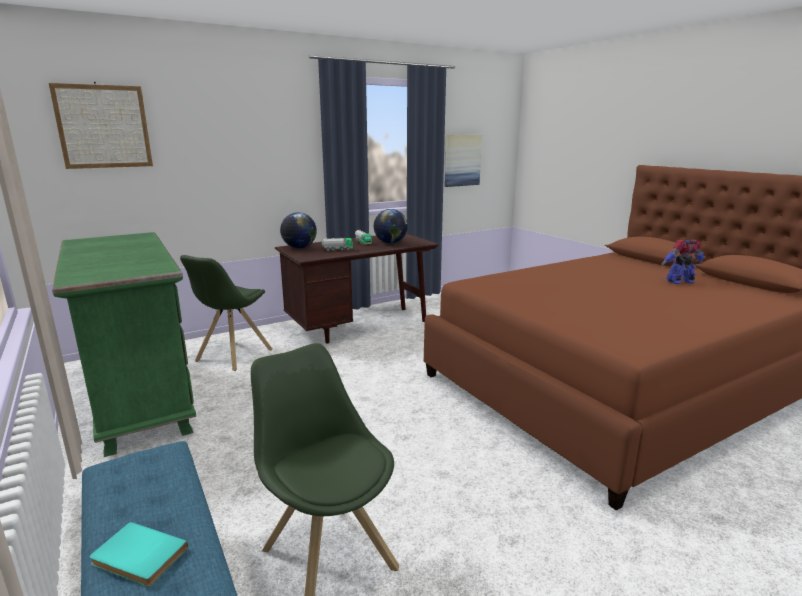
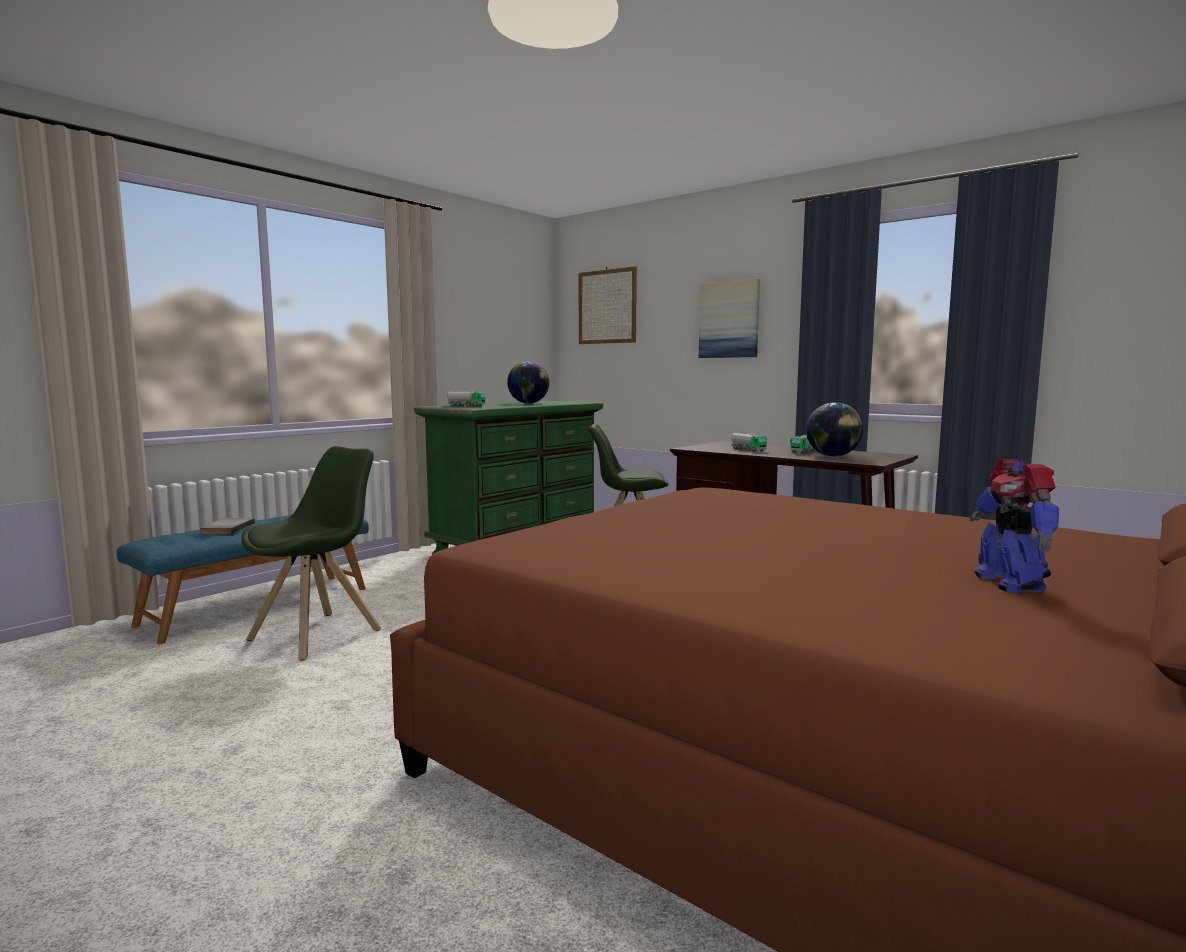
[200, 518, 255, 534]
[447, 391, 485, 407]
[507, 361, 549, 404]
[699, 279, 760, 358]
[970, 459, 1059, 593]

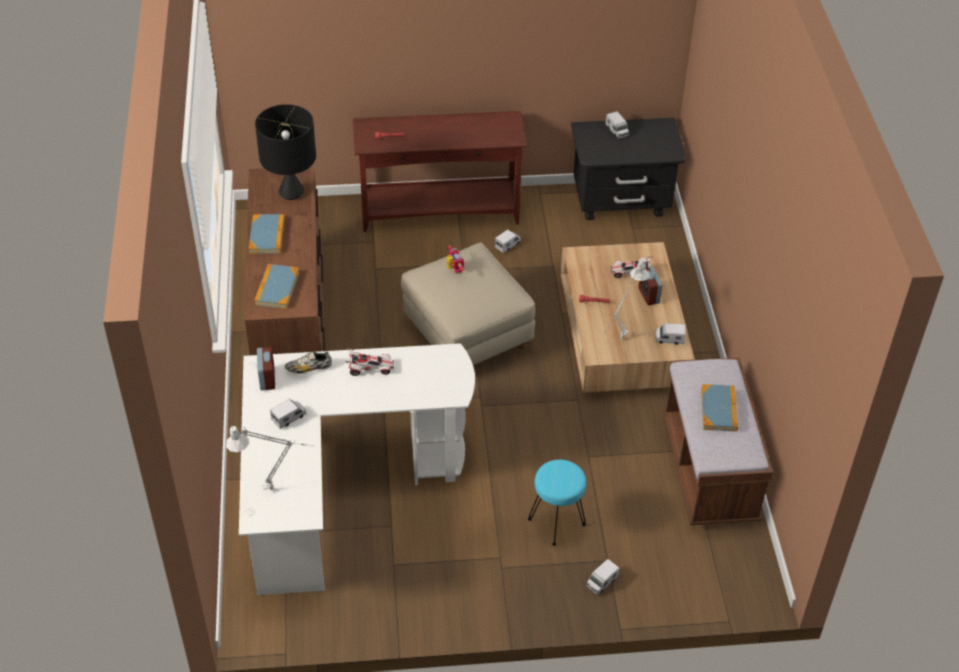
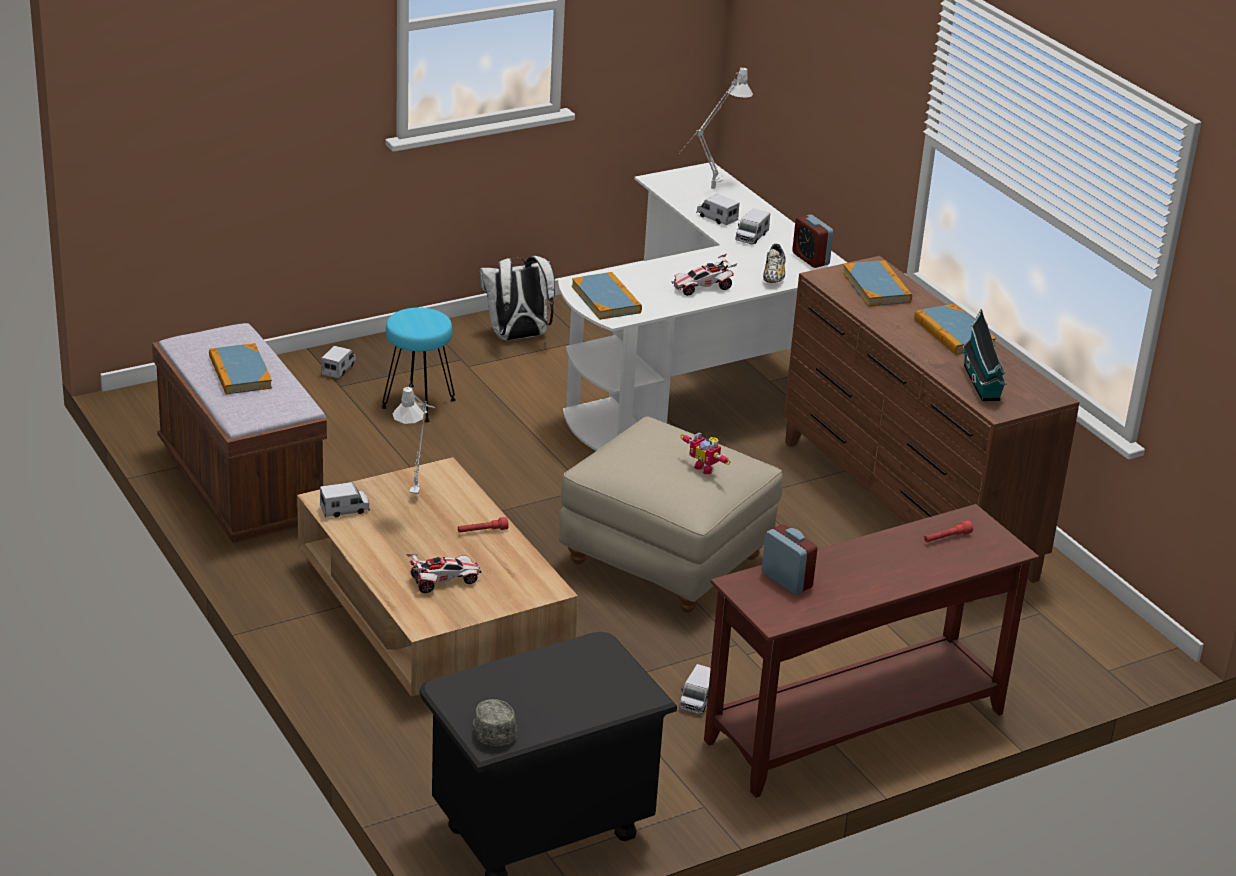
[473, 699, 517, 746]
[480, 256, 555, 341]
[571, 272, 642, 320]
[696, 194, 739, 226]
[762, 525, 817, 595]
[763, 244, 786, 283]
[963, 309, 1007, 401]

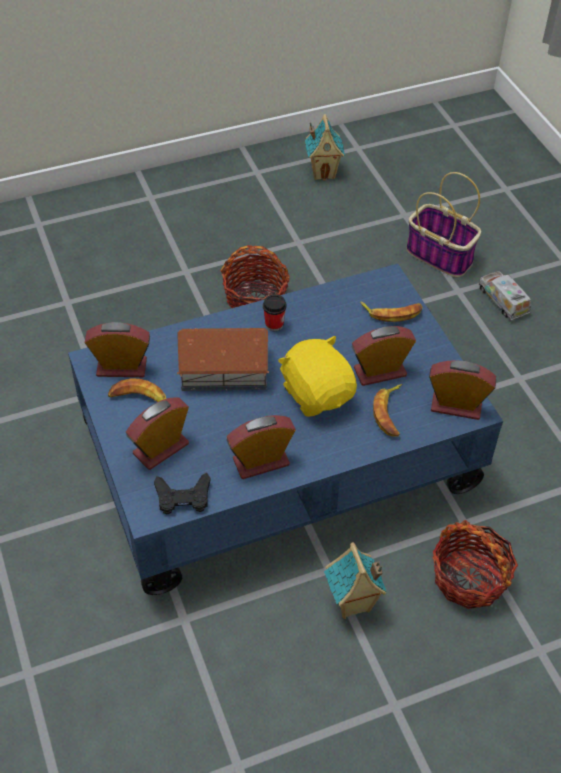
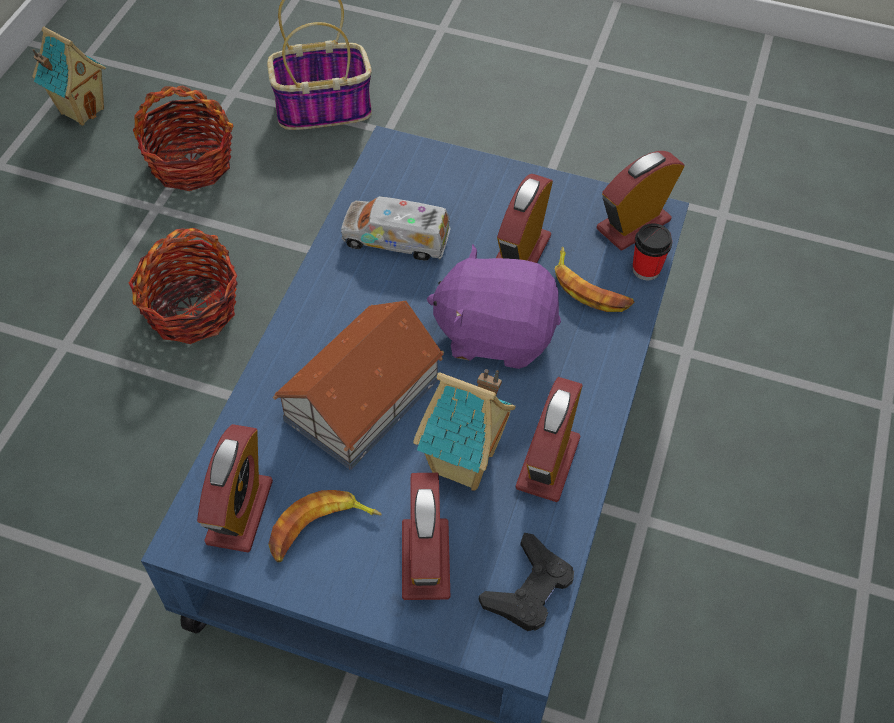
[133, 85, 234, 191]
[197, 424, 273, 552]
[341, 196, 450, 261]
[413, 369, 516, 491]
[427, 244, 561, 369]
[632, 223, 672, 280]
[360, 301, 422, 322] (first image)

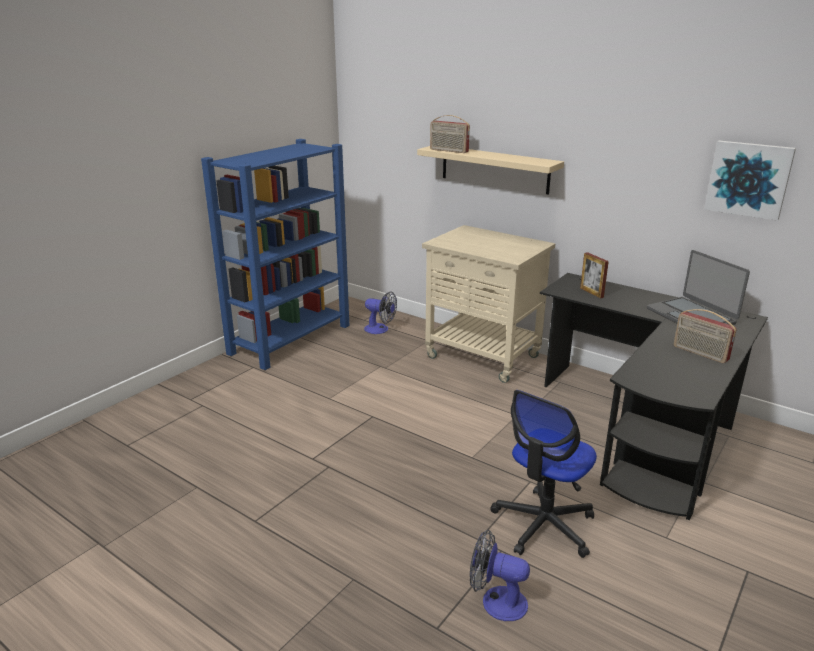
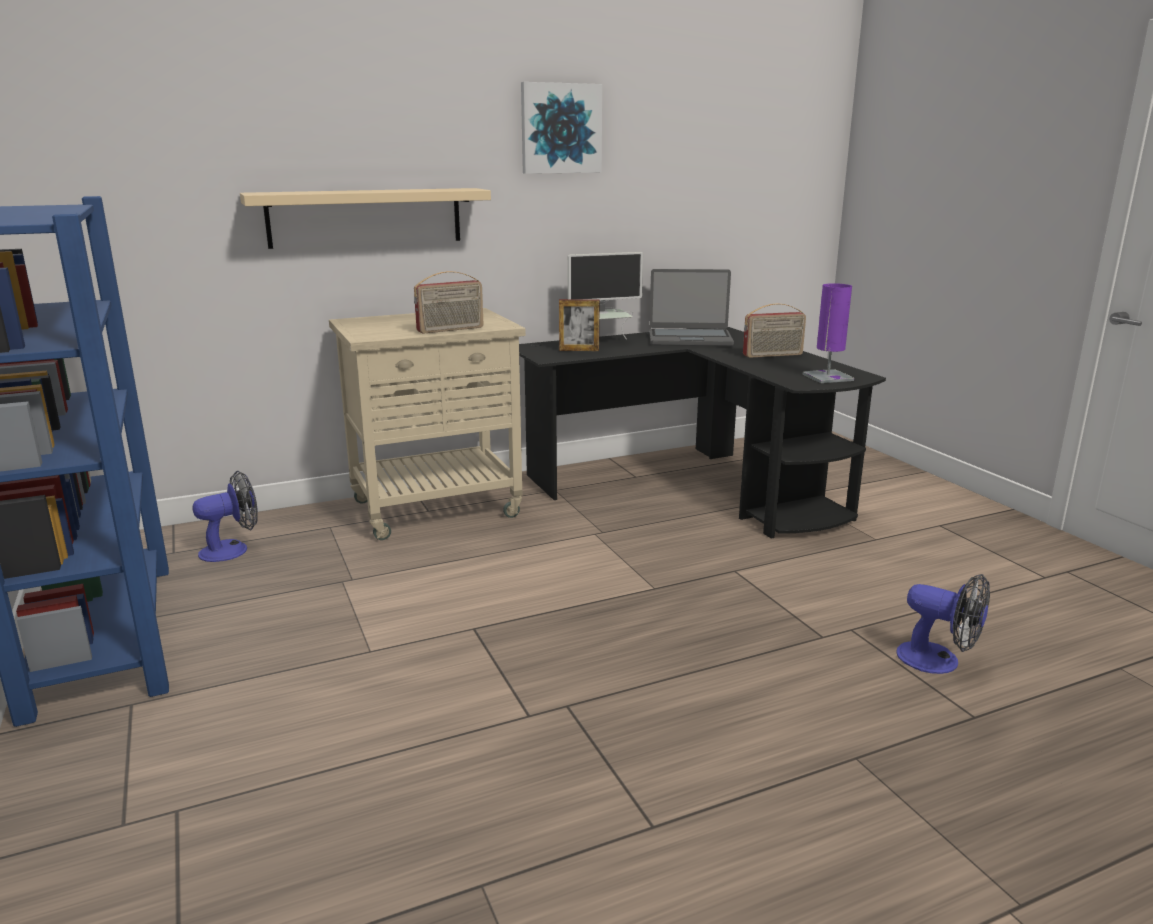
[414, 271, 483, 334]
[521, 82, 602, 174]
[568, 252, 643, 339]
[803, 283, 854, 383]
[896, 574, 990, 674]
[490, 390, 597, 558] (first image)

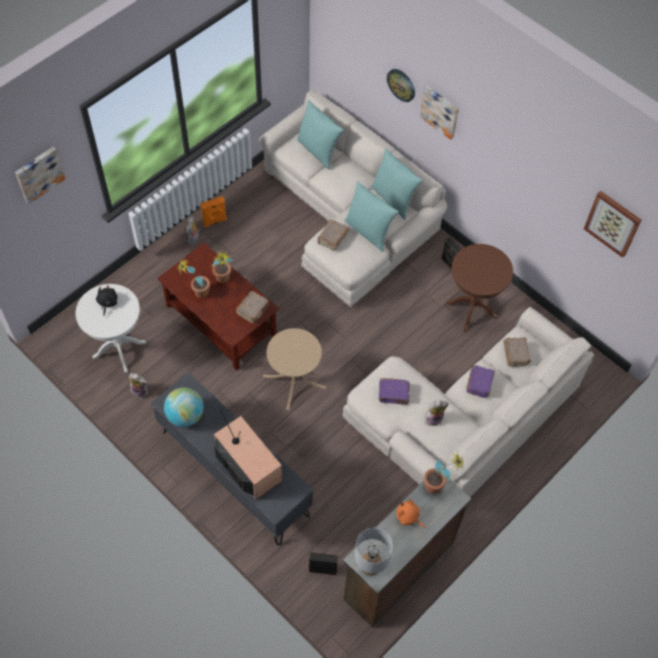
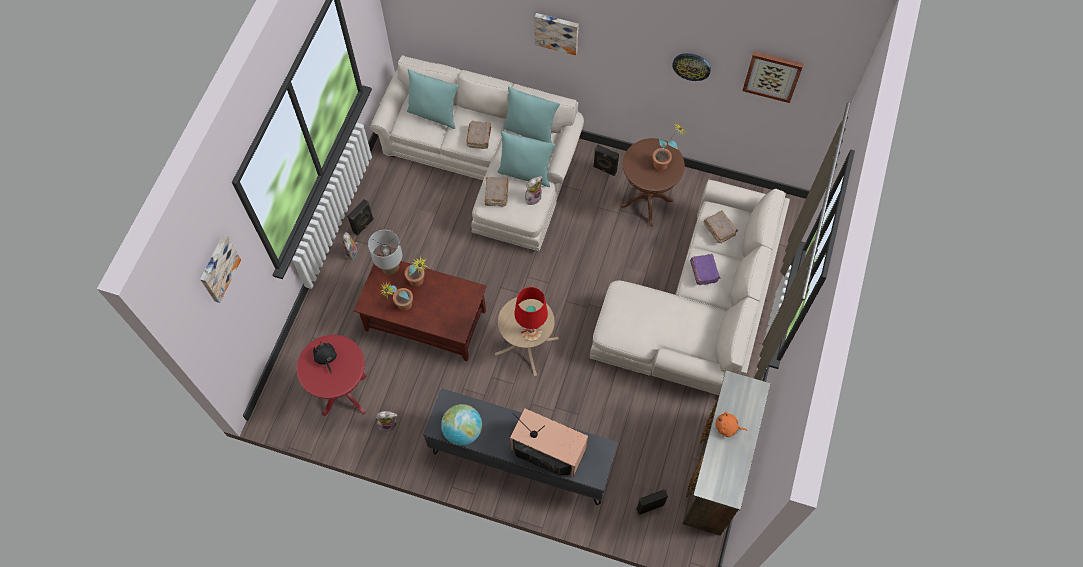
[297, 335, 367, 416]
[347, 199, 374, 236]
[368, 230, 402, 275]
[466, 121, 491, 149]
[514, 287, 548, 341]
[525, 176, 542, 205]
[652, 123, 685, 171]
[672, 53, 711, 81]
[379, 378, 409, 405] (first image)

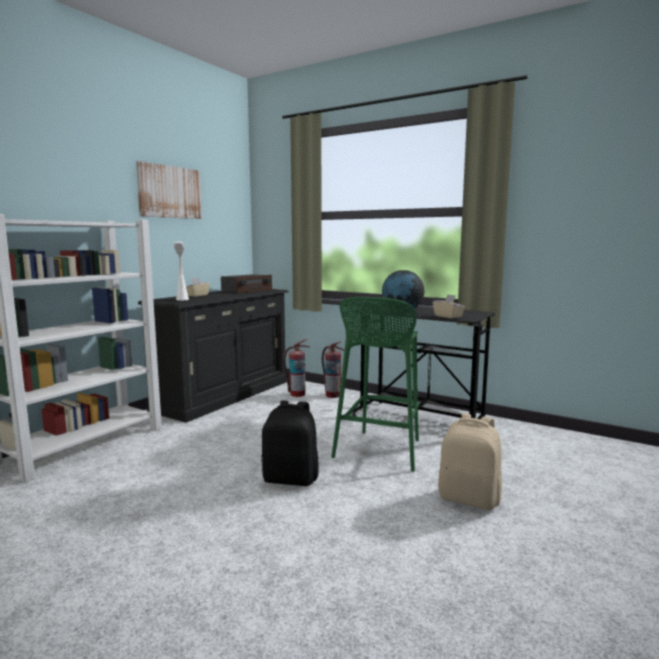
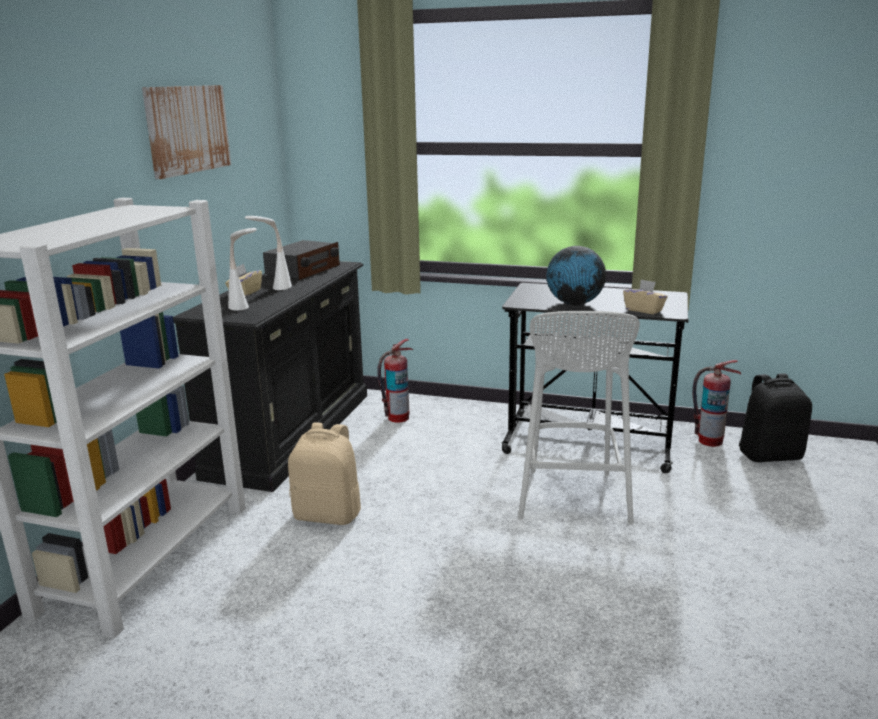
[245, 216, 292, 290]
[288, 422, 361, 525]
[518, 311, 640, 524]
[692, 360, 741, 447]
[739, 373, 812, 462]

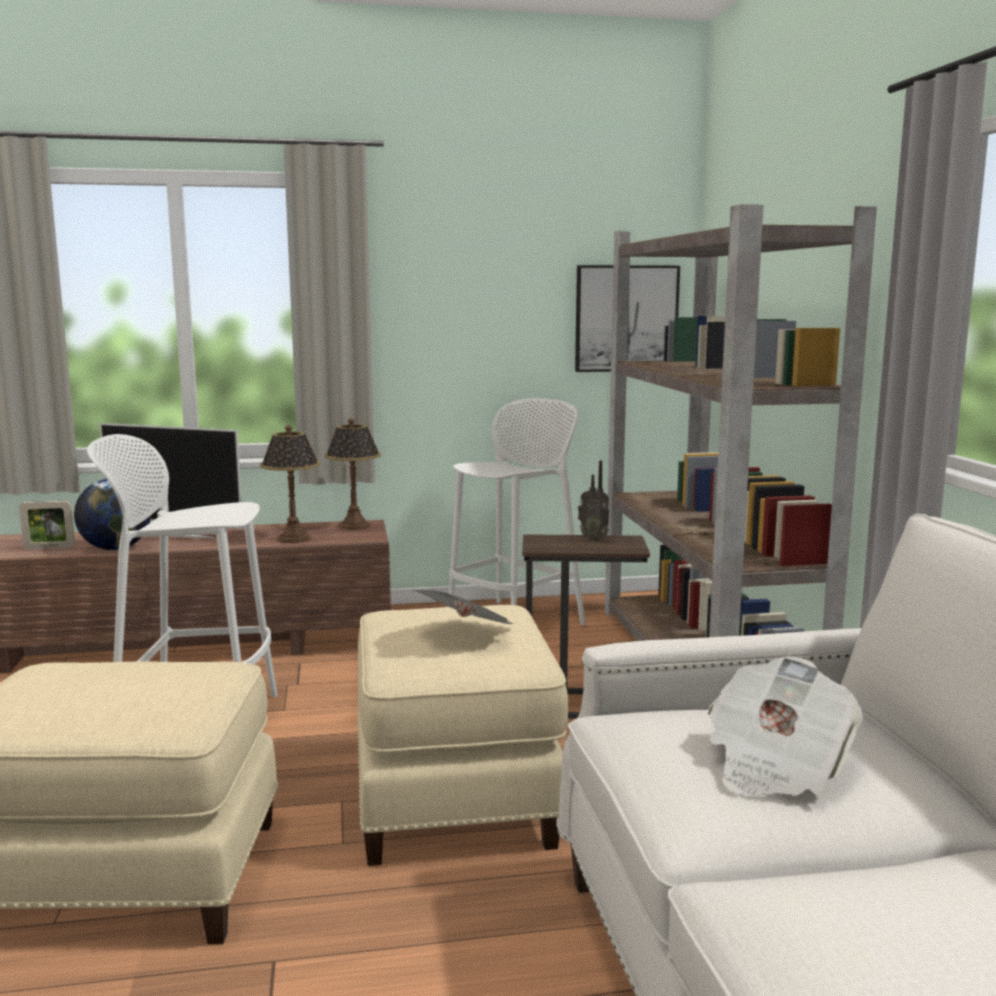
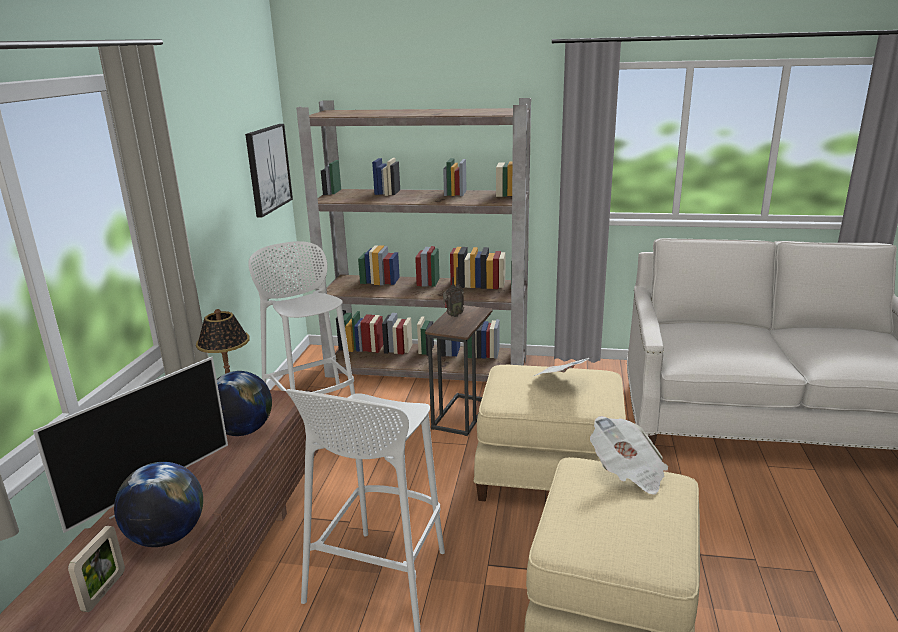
[217, 371, 272, 436]
[590, 416, 668, 495]

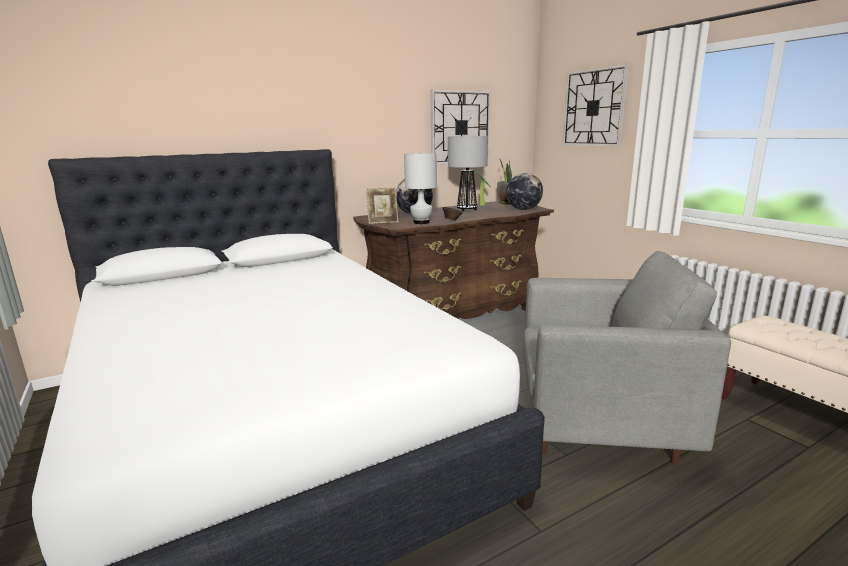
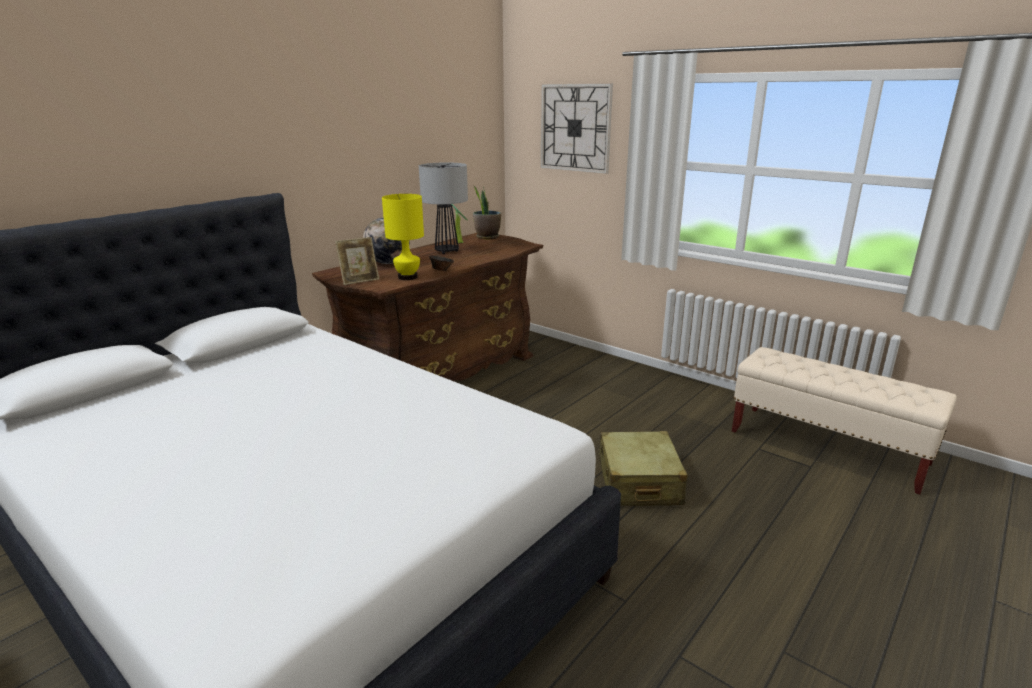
[382, 194, 424, 280]
[599, 431, 687, 506]
[430, 89, 491, 165] (first image)
[506, 173, 543, 210] (first image)

